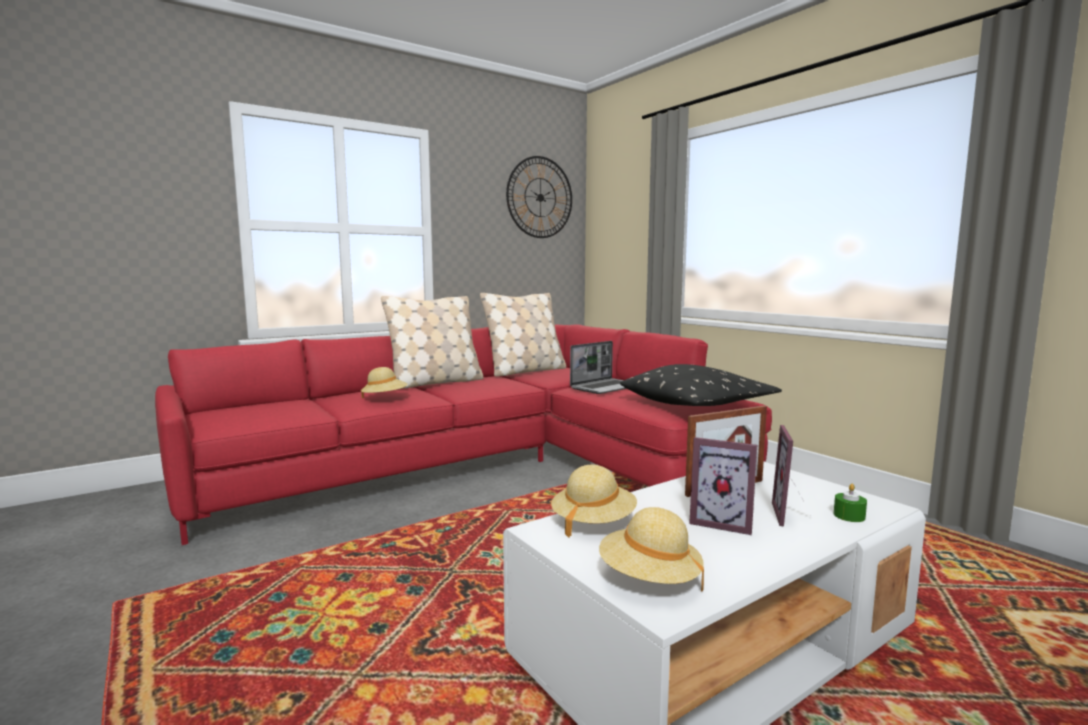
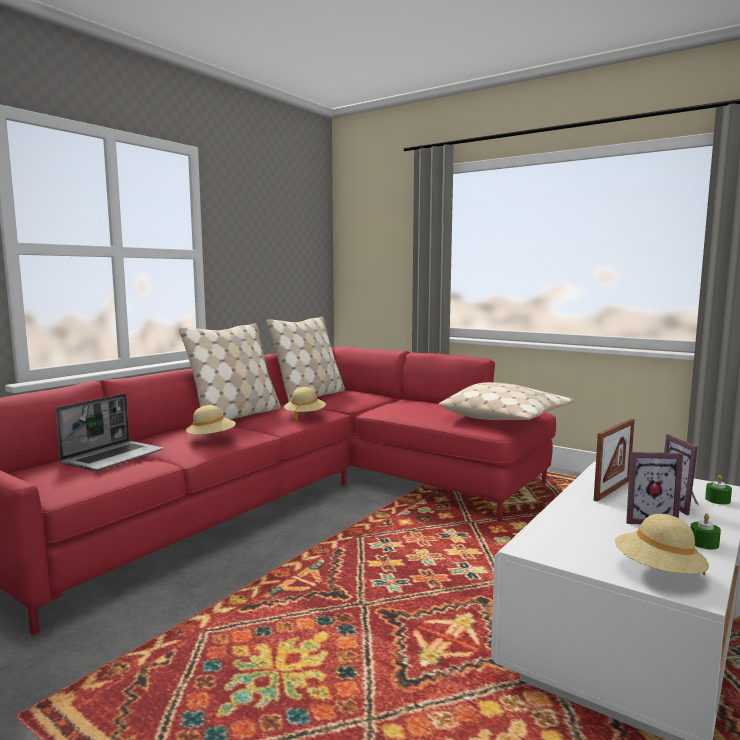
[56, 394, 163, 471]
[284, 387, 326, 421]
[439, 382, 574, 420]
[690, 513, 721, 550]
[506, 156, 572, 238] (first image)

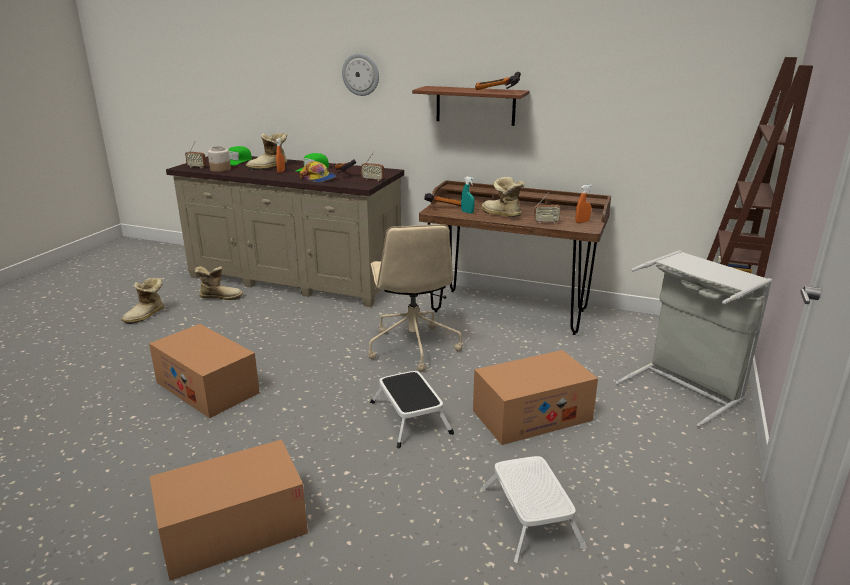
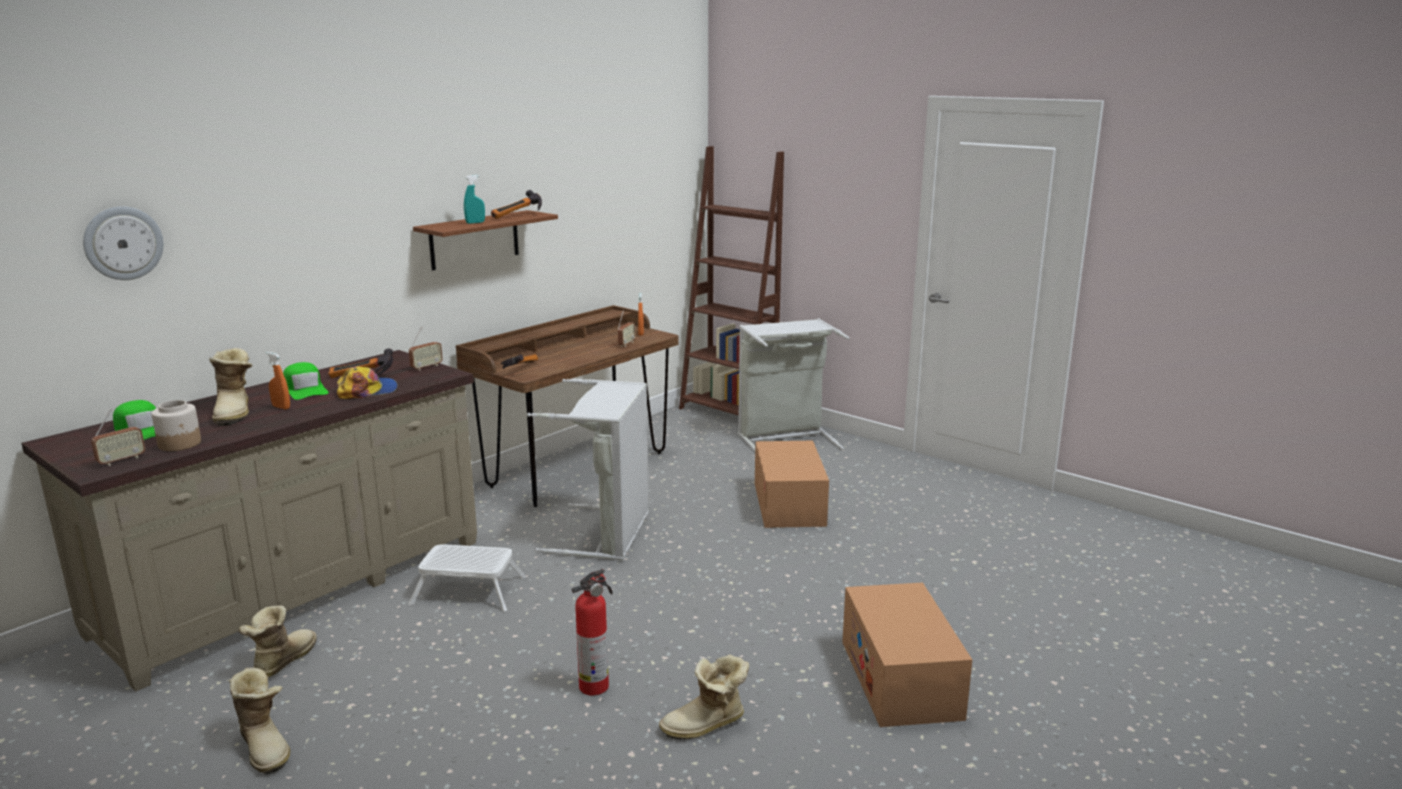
[83, 206, 164, 280]
[408, 544, 526, 612]
[464, 175, 485, 224]
[527, 379, 649, 560]
[572, 569, 613, 696]
[659, 654, 749, 740]
[370, 371, 454, 448] (first image)

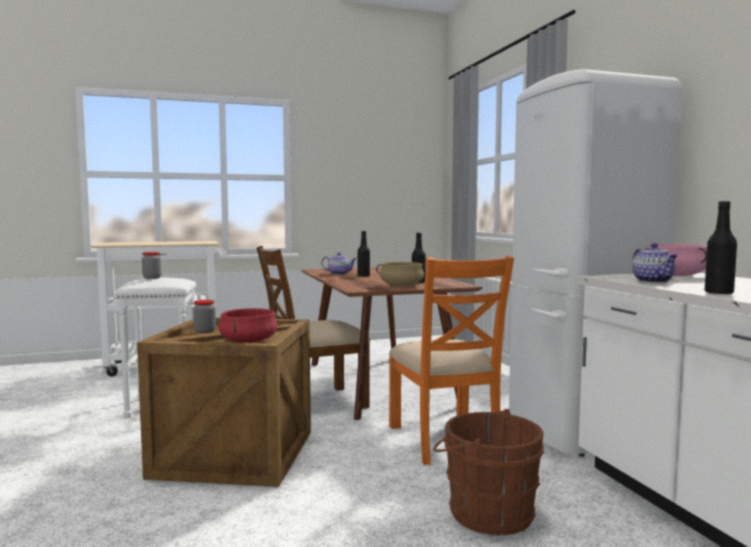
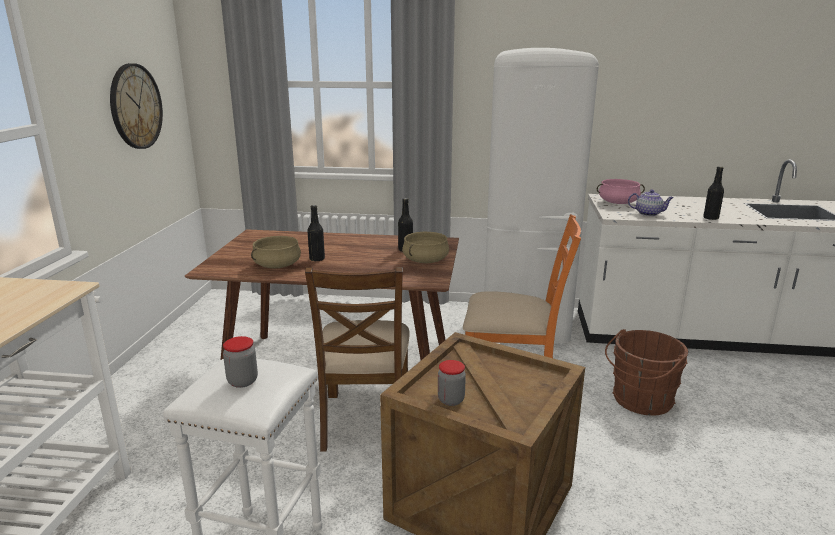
[110, 63, 163, 149]
[251, 236, 301, 269]
[218, 308, 277, 343] (first image)

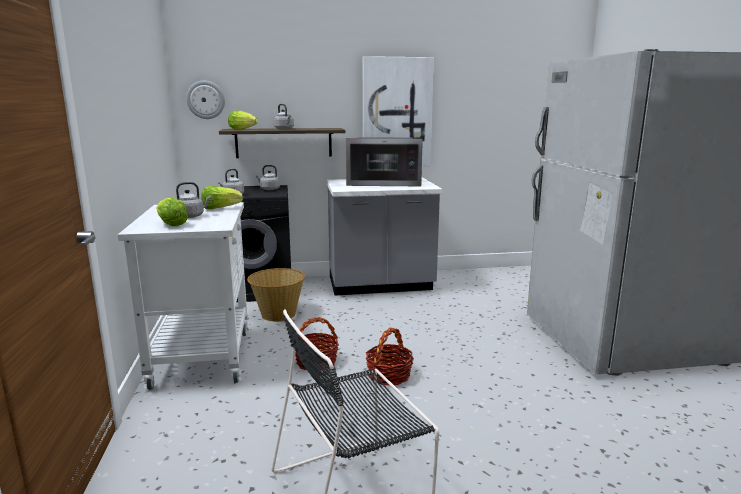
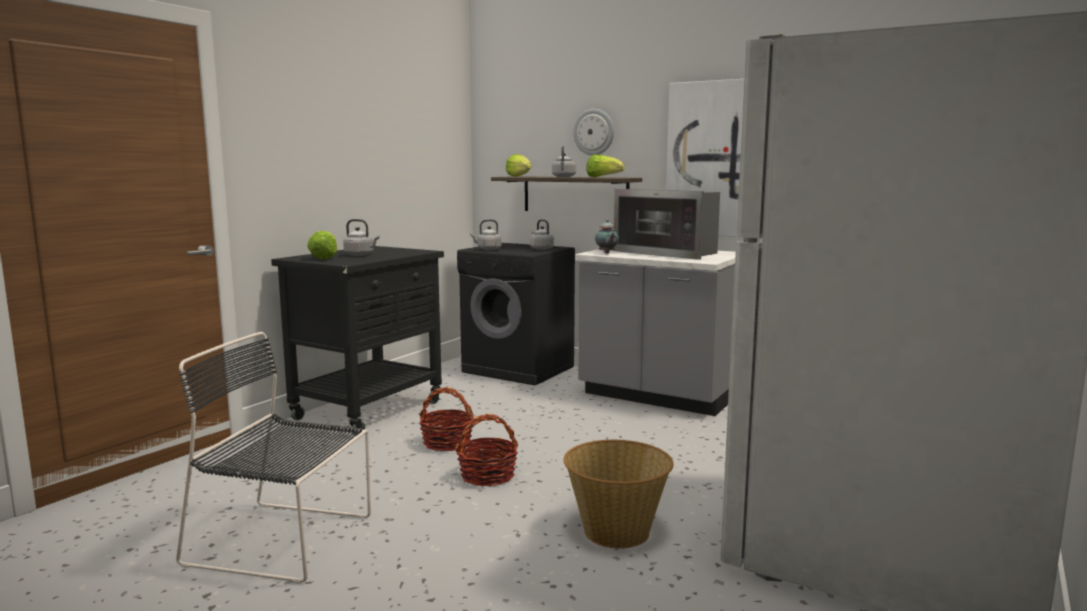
[271, 246, 444, 436]
[563, 440, 674, 549]
[573, 109, 614, 155]
[586, 154, 625, 177]
[595, 220, 619, 254]

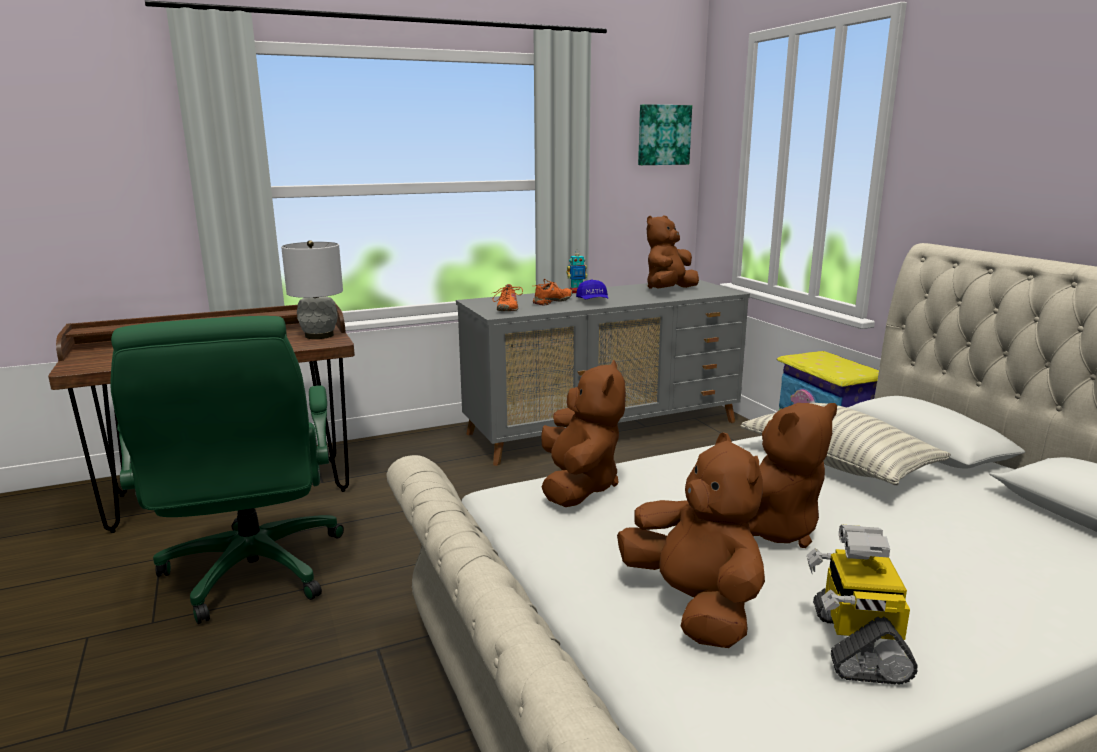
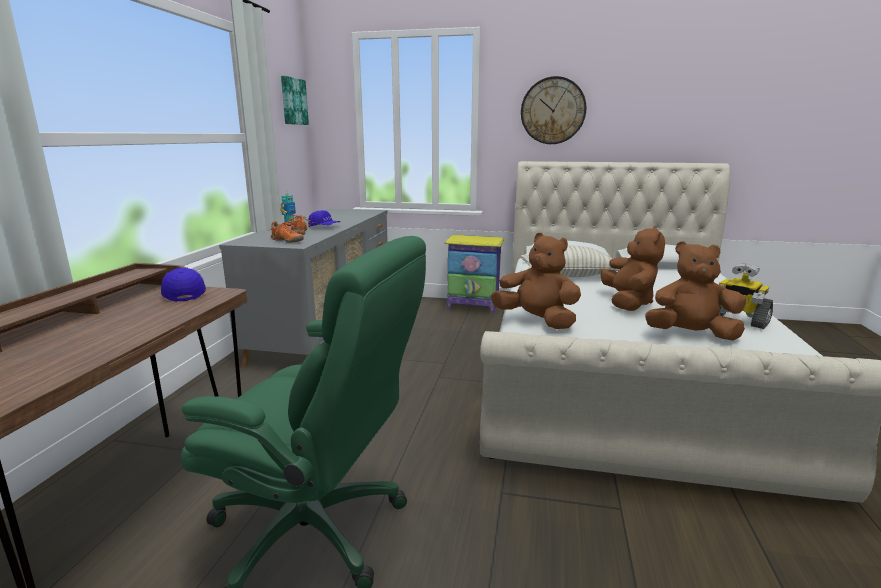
[161, 268, 206, 302]
[521, 76, 586, 144]
[647, 216, 699, 289] (first image)

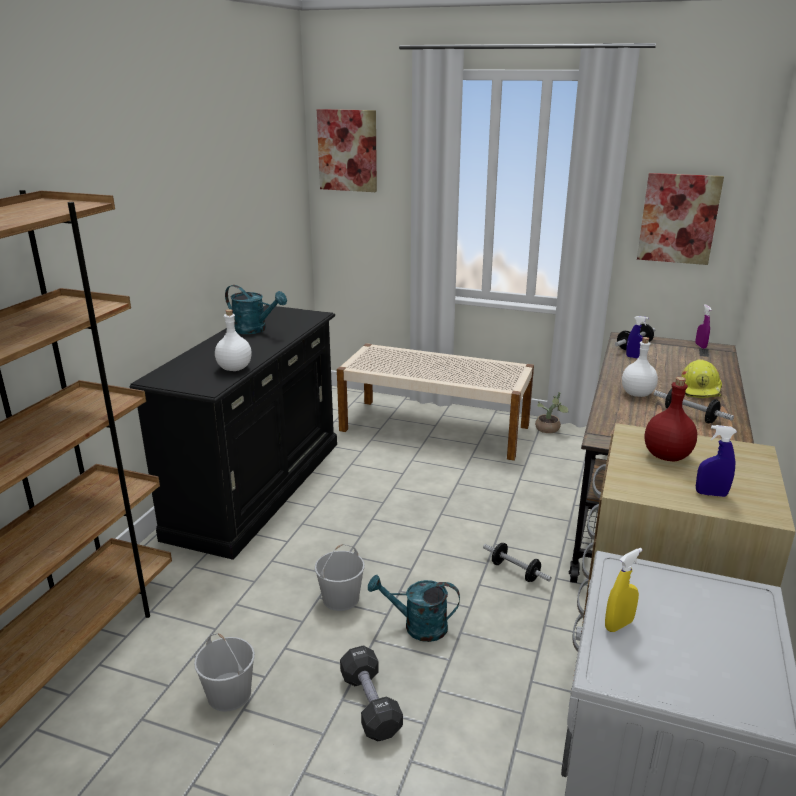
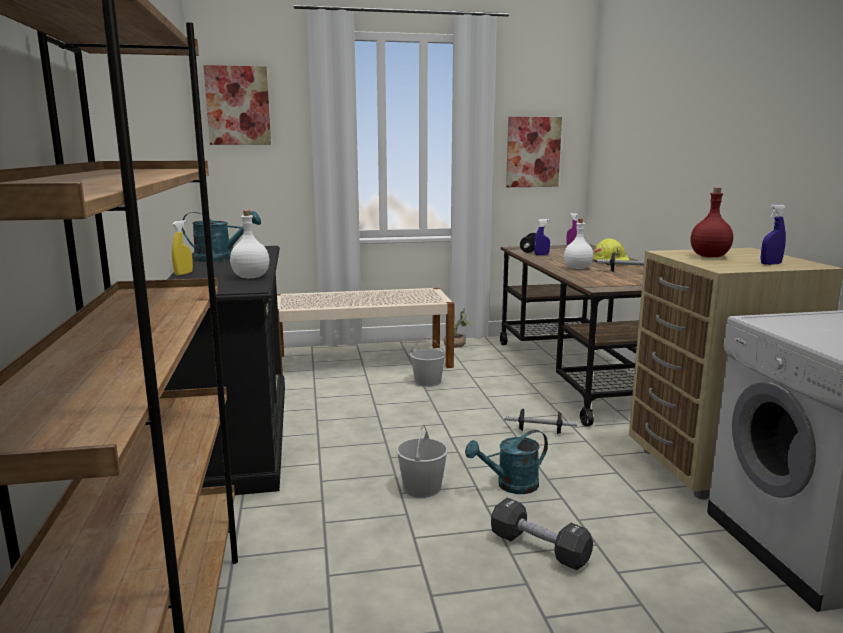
[172, 220, 193, 275]
[410, 337, 446, 387]

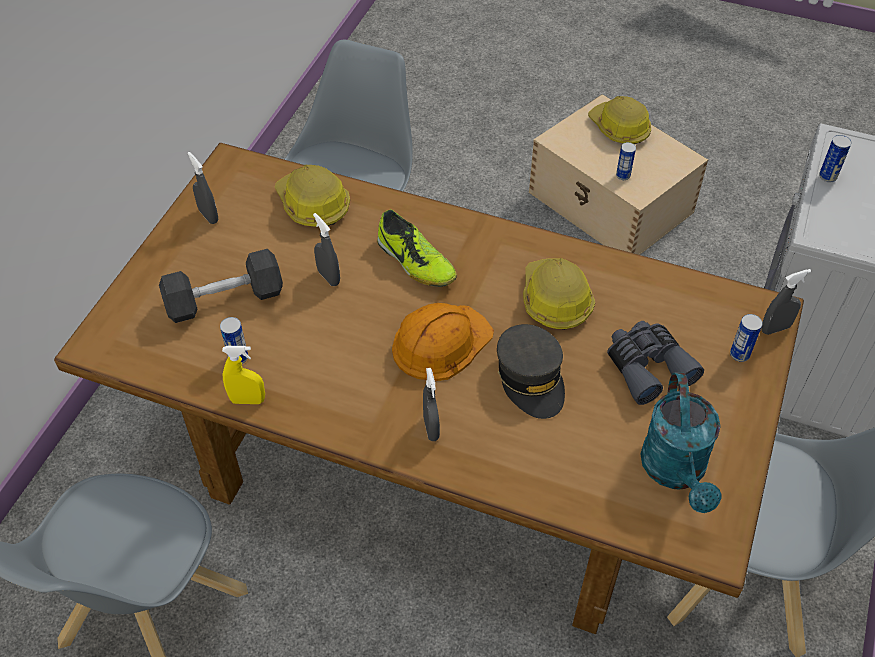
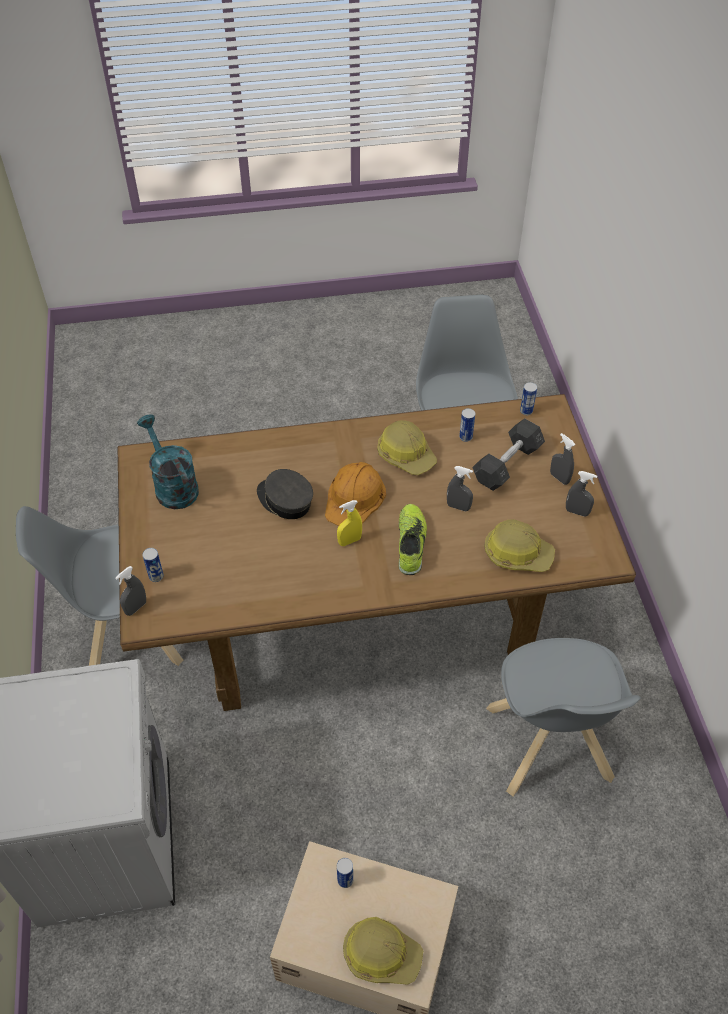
[337, 500, 362, 546]
[377, 420, 437, 475]
[398, 504, 427, 575]
[520, 382, 537, 415]
[550, 433, 575, 485]
[607, 321, 704, 405] (first image)

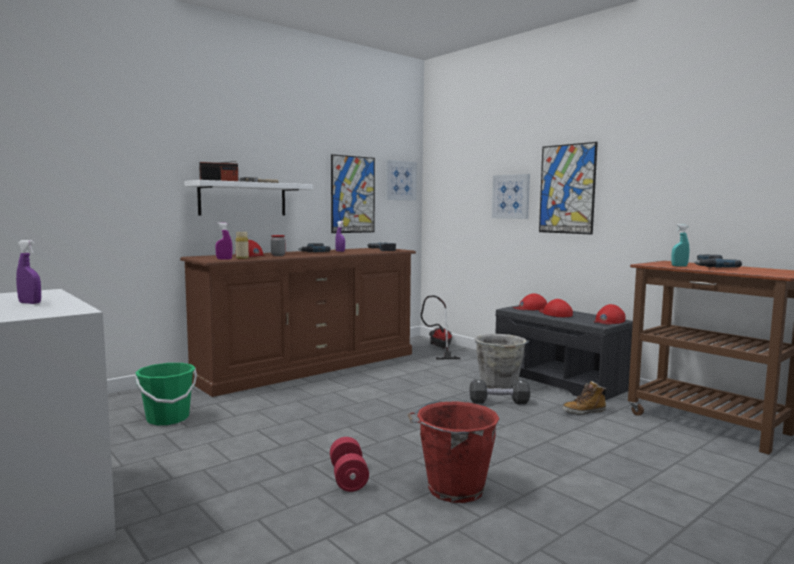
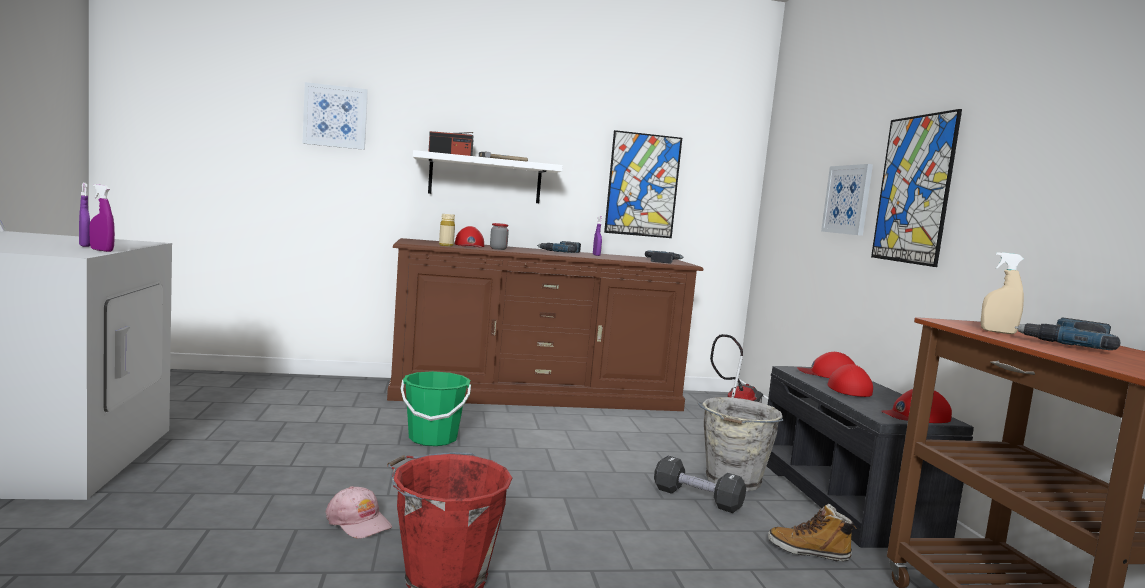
[89, 184, 115, 252]
[302, 82, 368, 150]
[325, 486, 392, 539]
[401, 371, 471, 446]
[980, 252, 1024, 334]

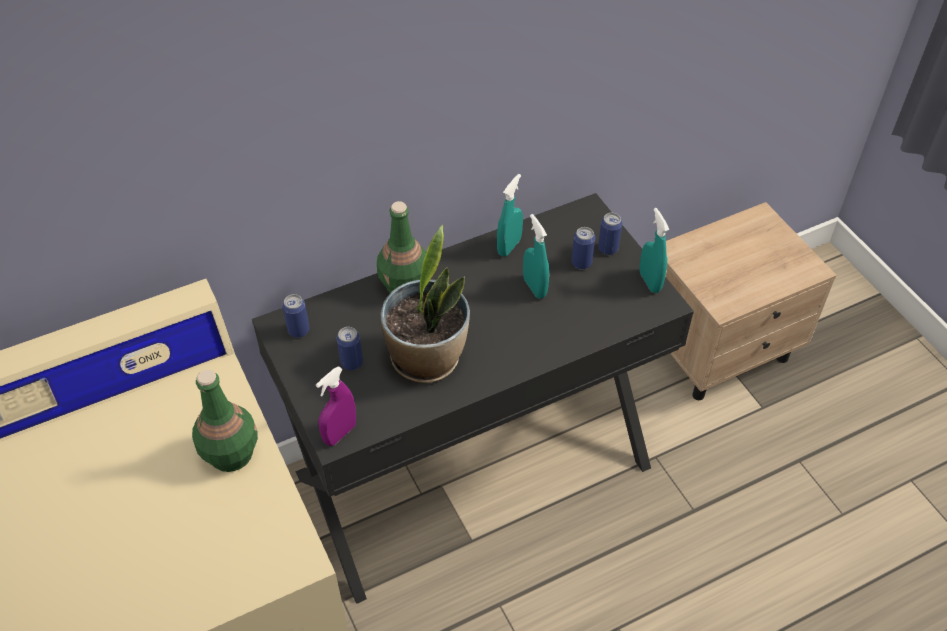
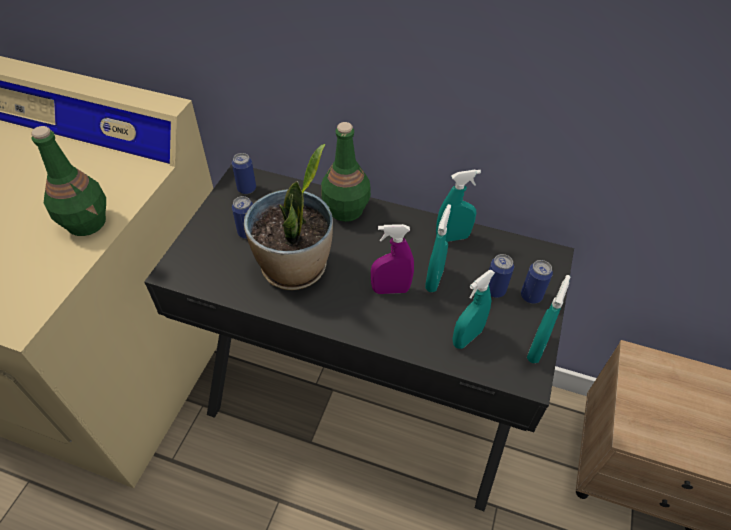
[371, 224, 414, 294]
[453, 270, 495, 349]

